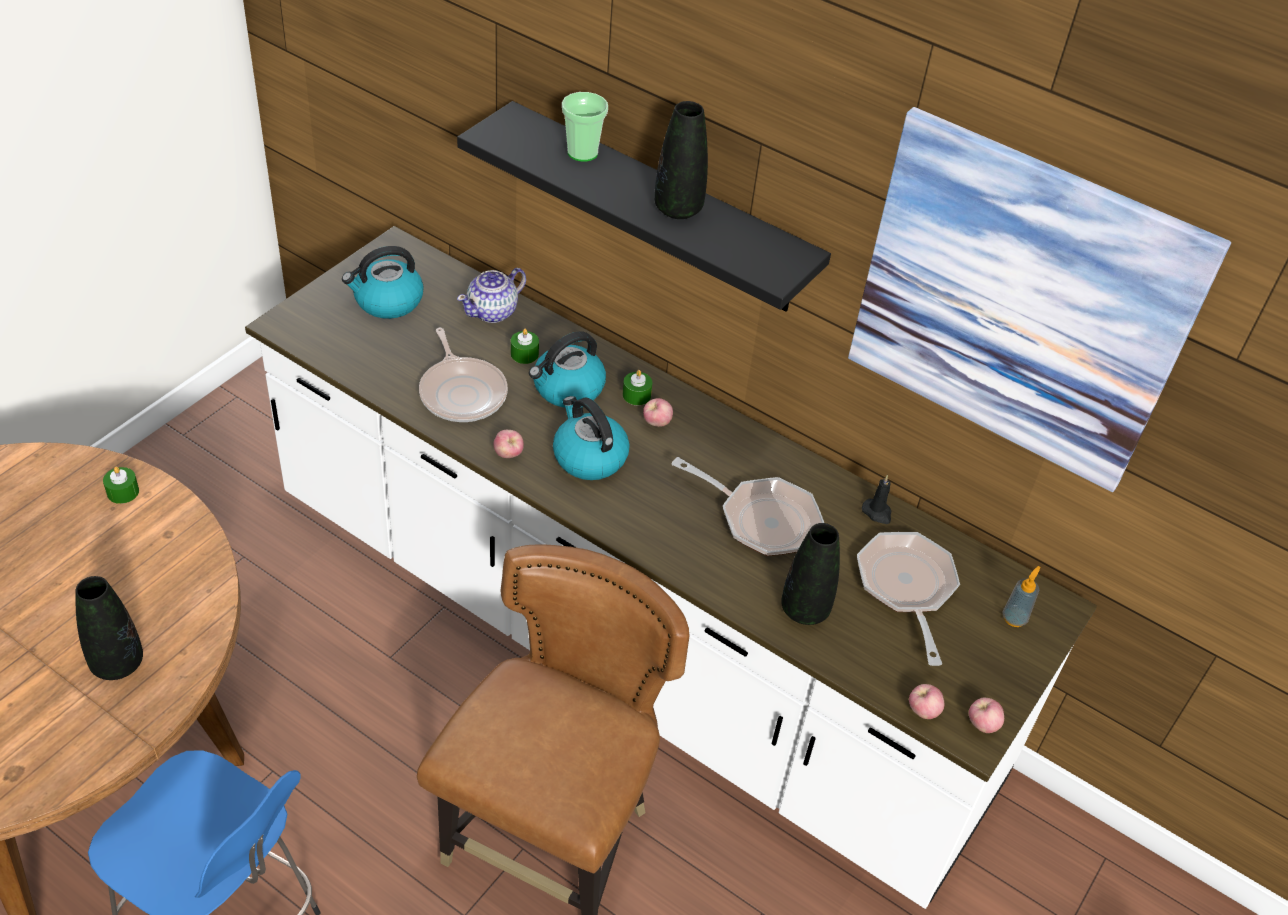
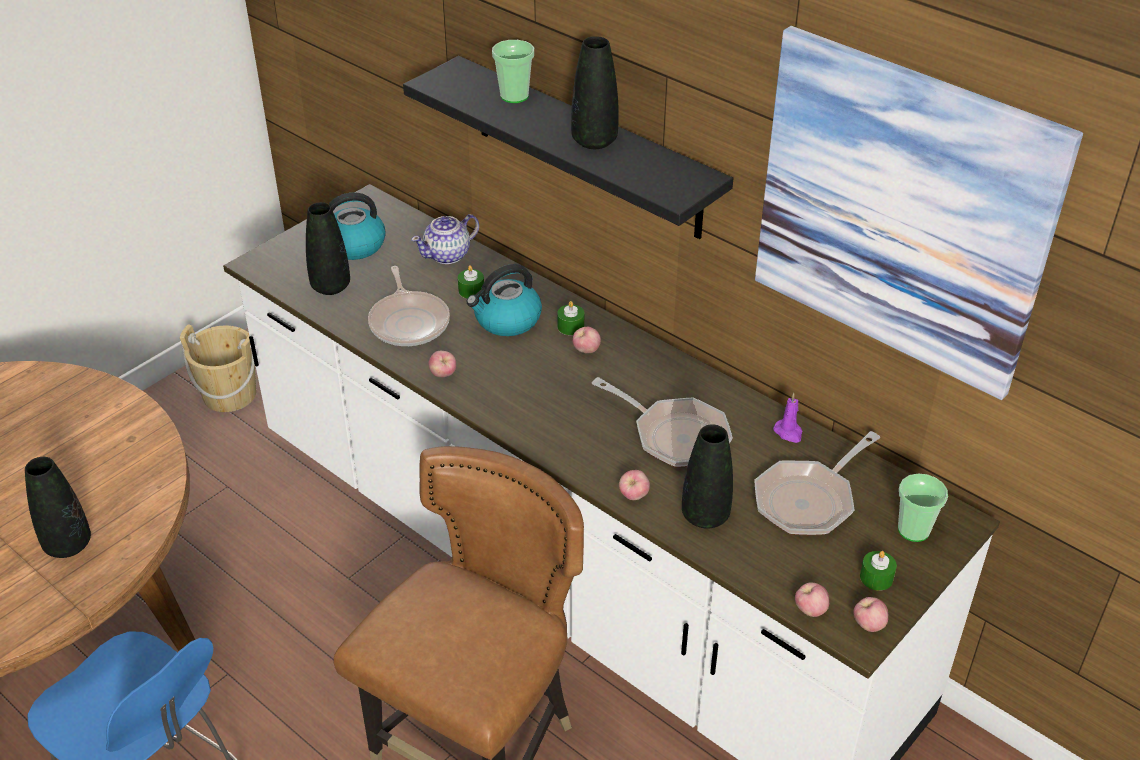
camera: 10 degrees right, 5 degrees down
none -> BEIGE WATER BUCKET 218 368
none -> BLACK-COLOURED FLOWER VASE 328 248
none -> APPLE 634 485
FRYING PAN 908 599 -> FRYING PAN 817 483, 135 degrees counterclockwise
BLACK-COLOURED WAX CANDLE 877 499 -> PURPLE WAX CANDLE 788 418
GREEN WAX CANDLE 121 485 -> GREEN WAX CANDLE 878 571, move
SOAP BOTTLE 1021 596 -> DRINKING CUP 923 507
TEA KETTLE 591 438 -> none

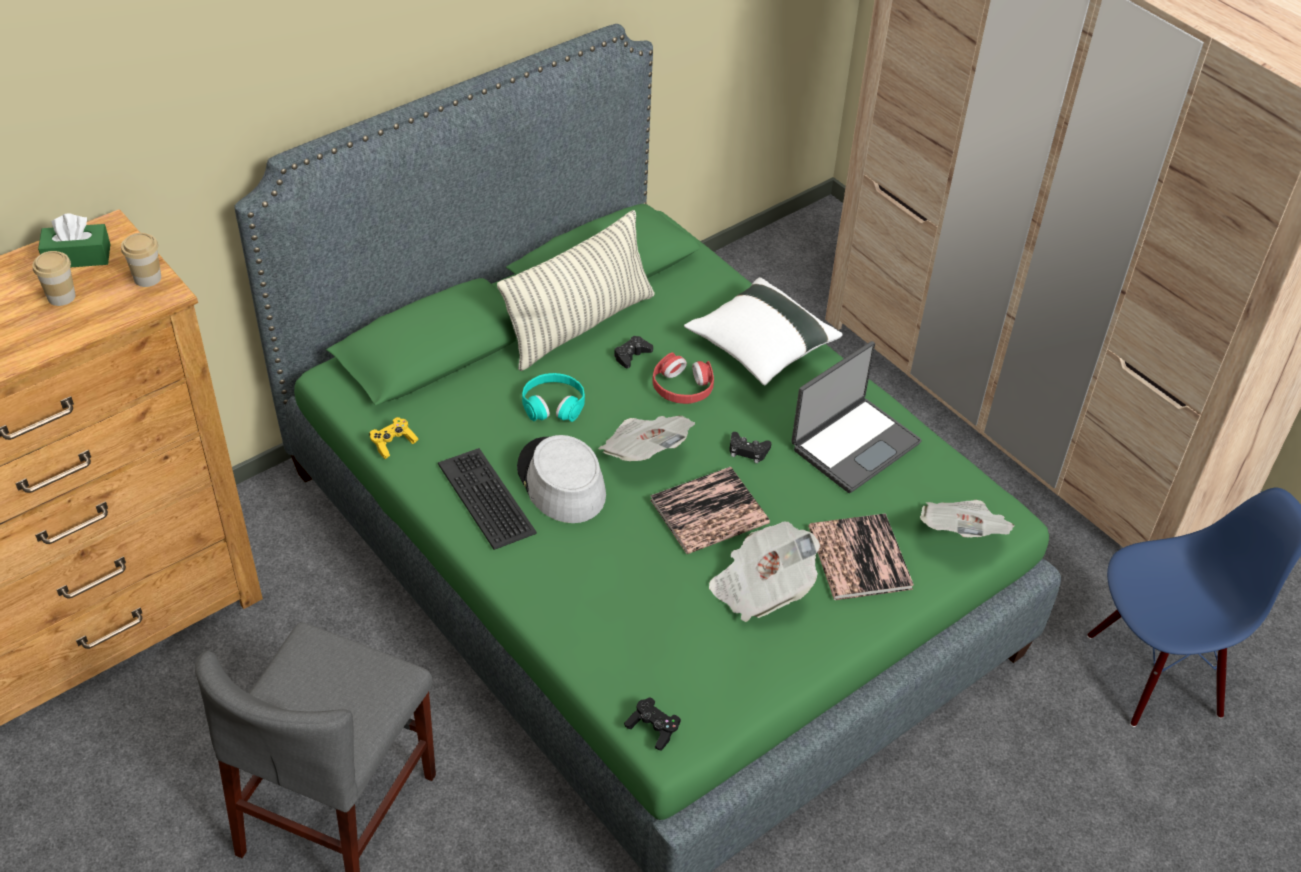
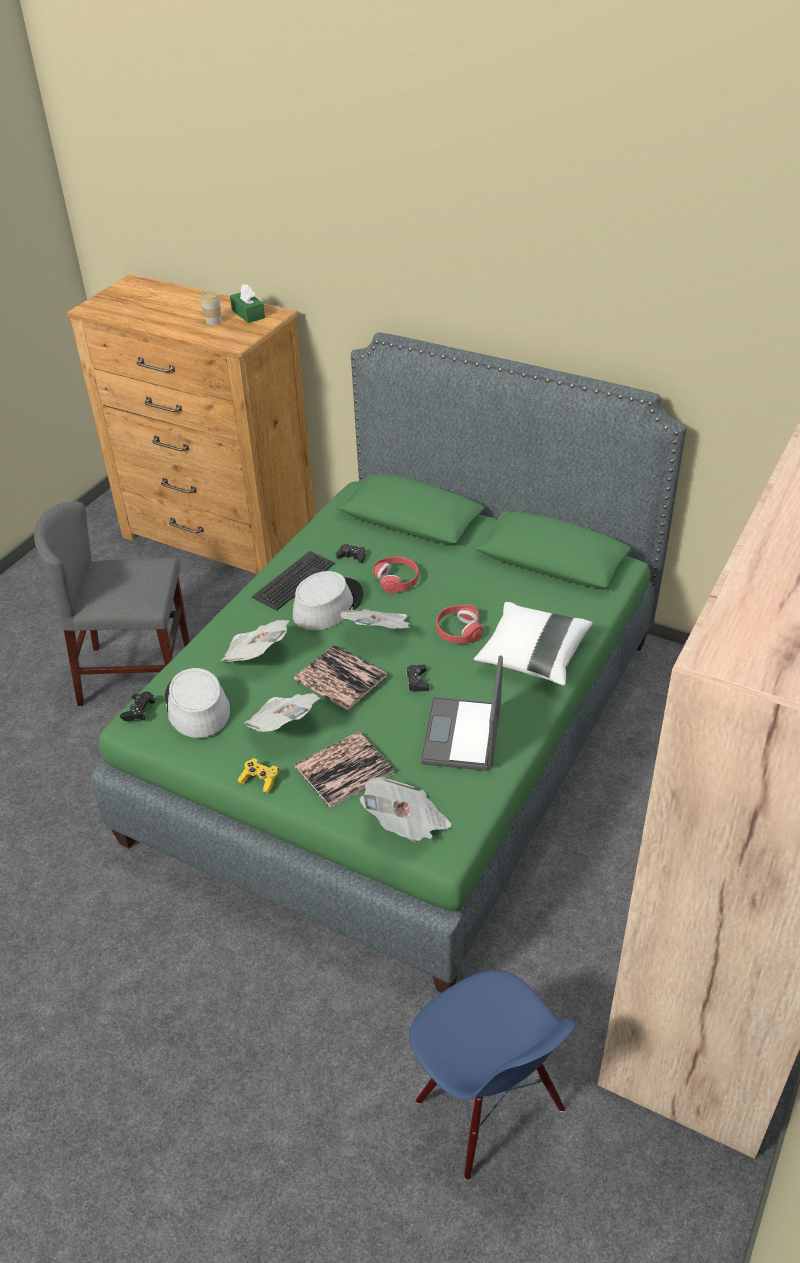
camera: 70 degrees right, 5 degrees down
none -> GRAY HAT 197 703
none -> NEWSPAPER 255 641
YELLOW GAME CONTROLLER 393 438 -> YELLOW GAME CONTROLLER 258 775, move
BLACK-COLOURED GAME CONTROLLER 633 352 -> BLACK-COLOURED GAME CONTROLLER 350 553, move
TURQUOISE HEADPHONES 553 397 -> RED HEADPHONES 396 575
PORTABLE COMPUTER 856 417 -> PORTABLE COMPUTER 461 713, 75 degrees clockwise
DRINKING CUP 141 260 -> none
PILLOW 576 290 -> none

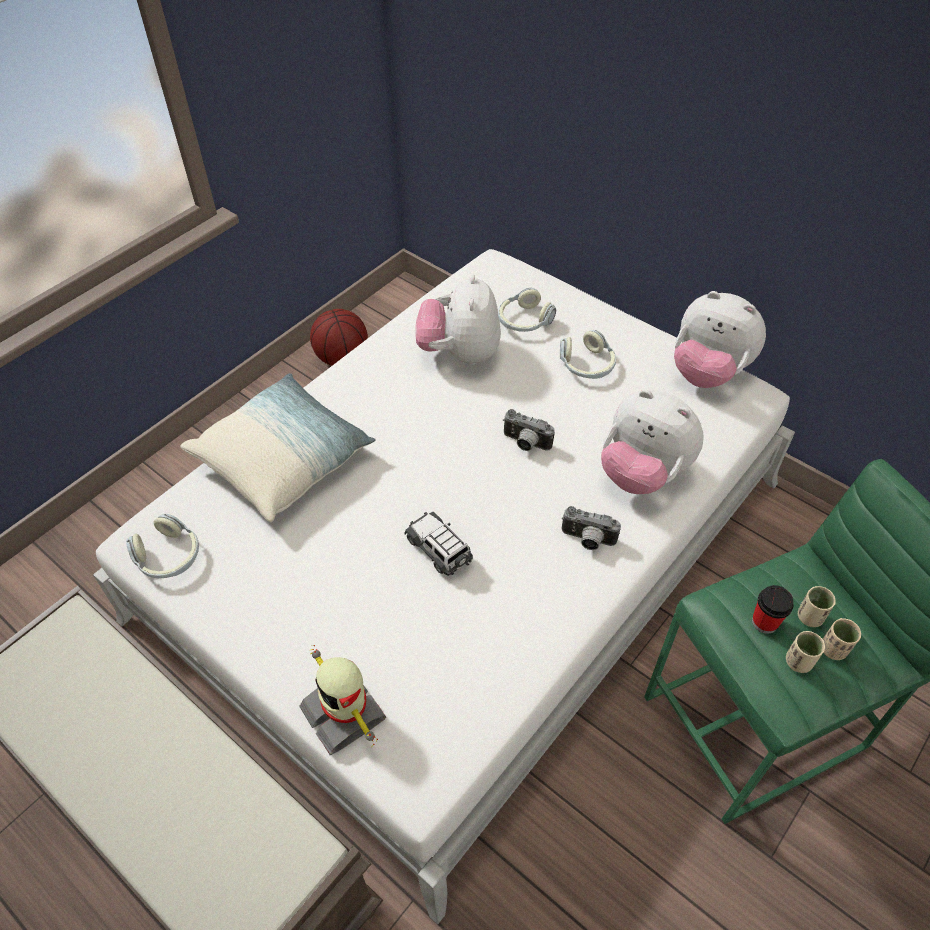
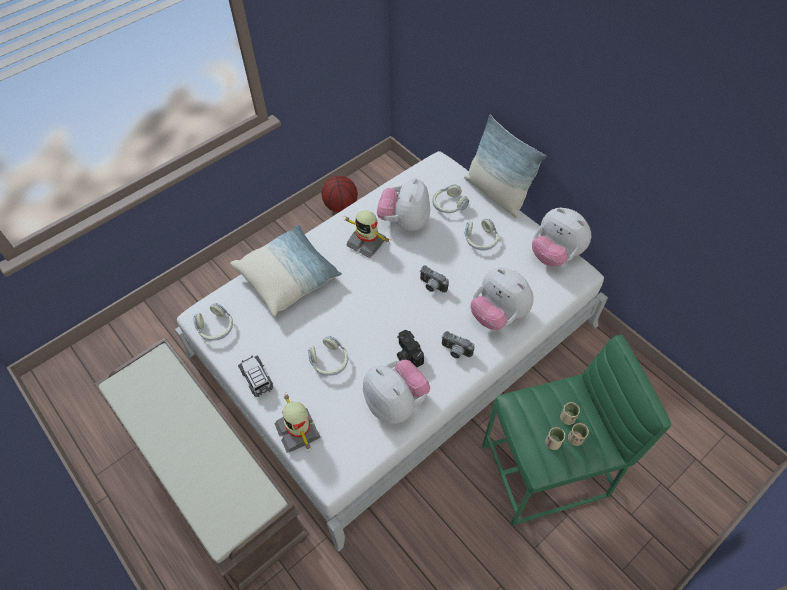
camera: 10 degrees right, 5 degrees up
MODEL CAR 438 544 -> MODEL CAR 255 376, move
none -> HEADPHONES 327 356
none -> ROBOT FIGURE 367 234
none -> PLUSH TOY 396 392
none -> PHOTO CAMERA 410 348
none -> PILLOW 505 166
DRINKING CUP 772 609 -> none

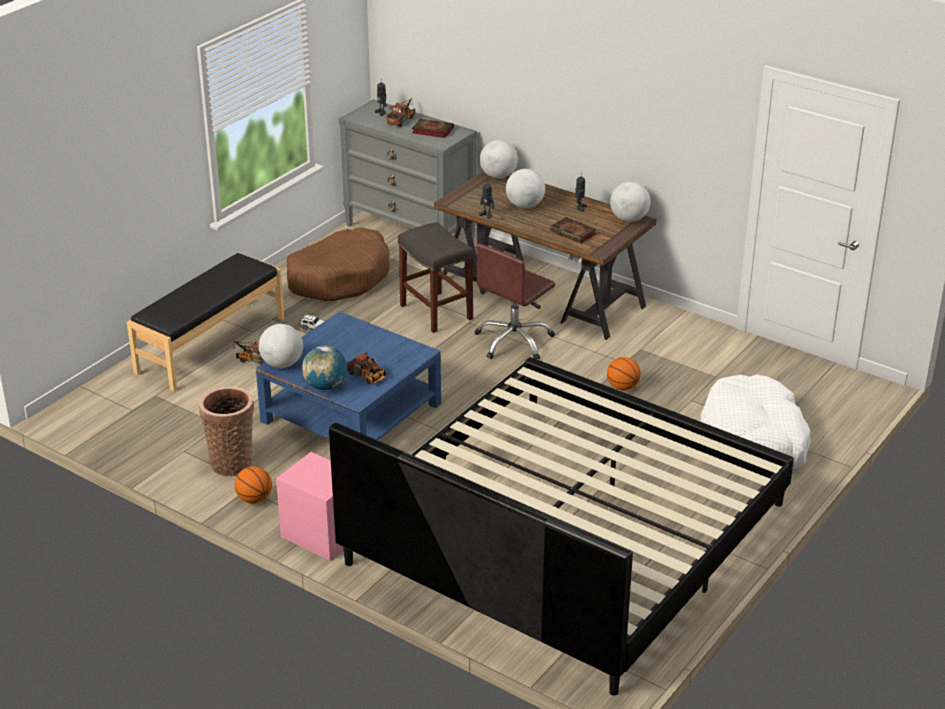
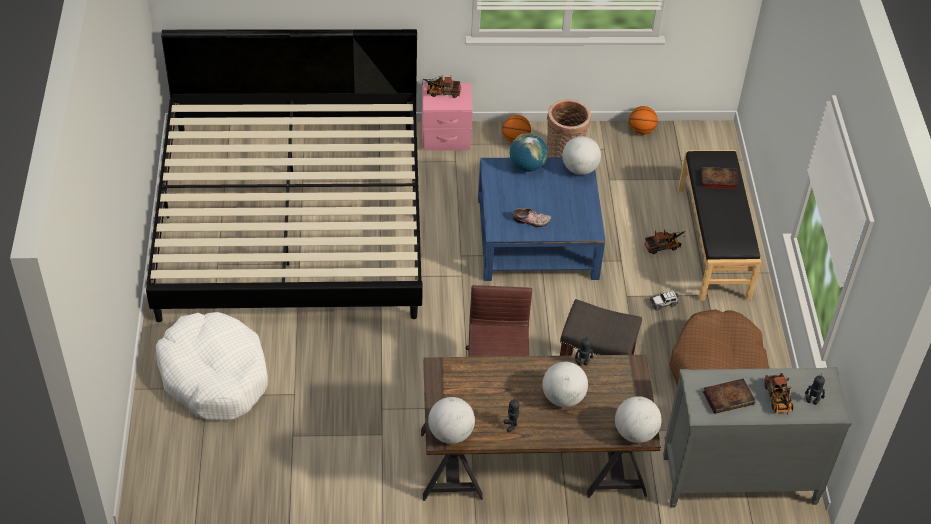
camera: 140 degrees right, 15 degrees up
TOY TRUCK 366 369 -> TOY TRUCK 441 87, move
none -> SHOE 532 217
BASKETBALL BALL 624 374 -> BASKETBALL BALL 643 120, move
BOUND BOOK 573 230 -> BOUND BOOK 719 178, move

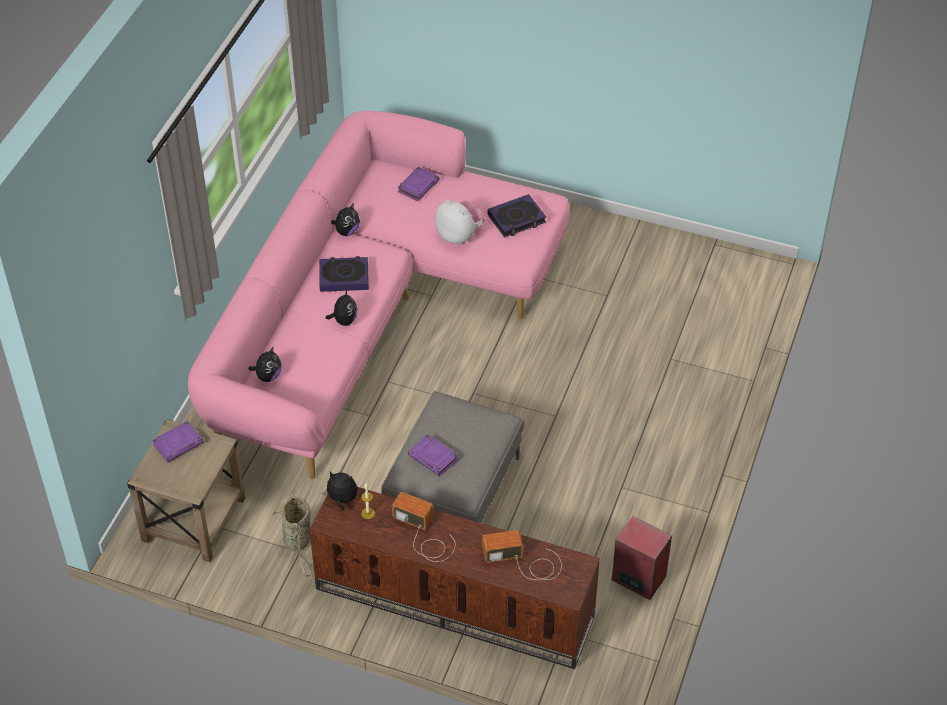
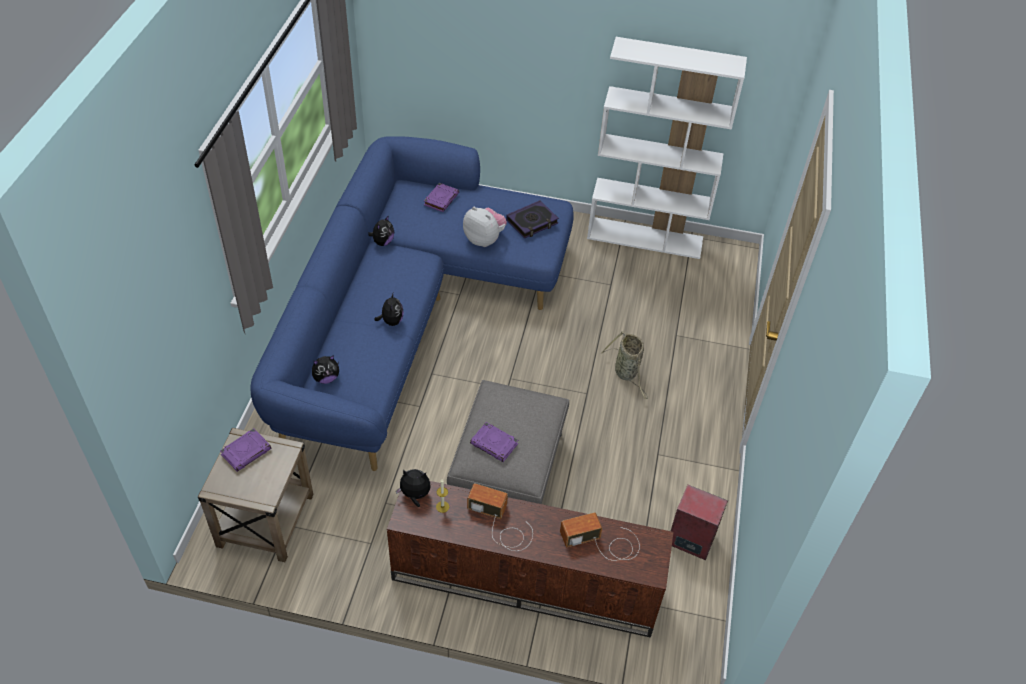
camera: 10 degrees left, 0 degrees up
PINK SETTEE 379 295 -> BLUISH SETTEE 412 303
PLUSH TOY 265 364 -> PLUSH TOY 325 369, 45 degrees clockwise
none -> WHITISH SHELVING UNIT 667 148
STORAGE BASKET 291 535 -> STORAGE BASKET 624 365, move
BOUND BOOK 344 274 -> none

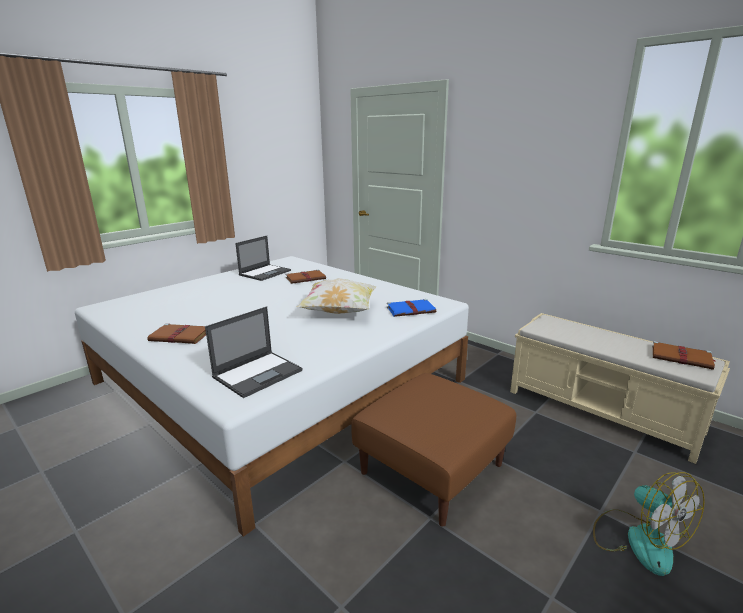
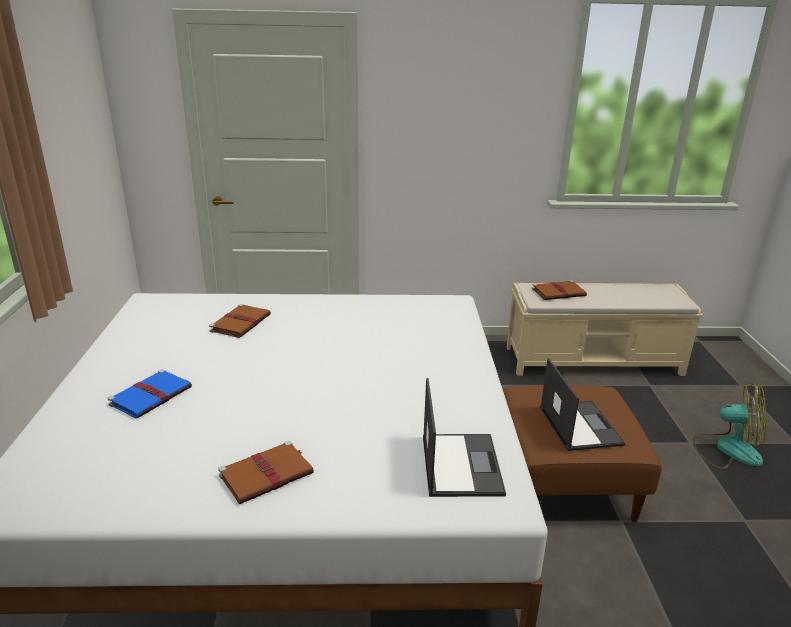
camera: 45 degrees left, 5 degrees up
BLUISH BOUND BOOK 411 308 -> BLUISH BOUND BOOK 149 394, move
BROWN-COLOURED BOUND BOOK 683 355 -> BROWN-COLOURED BOUND BOOK 559 290, move
PORTABLE COMPUTER 263 258 -> PORTABLE COMPUTER 583 404, move
PILLOW 337 296 -> none

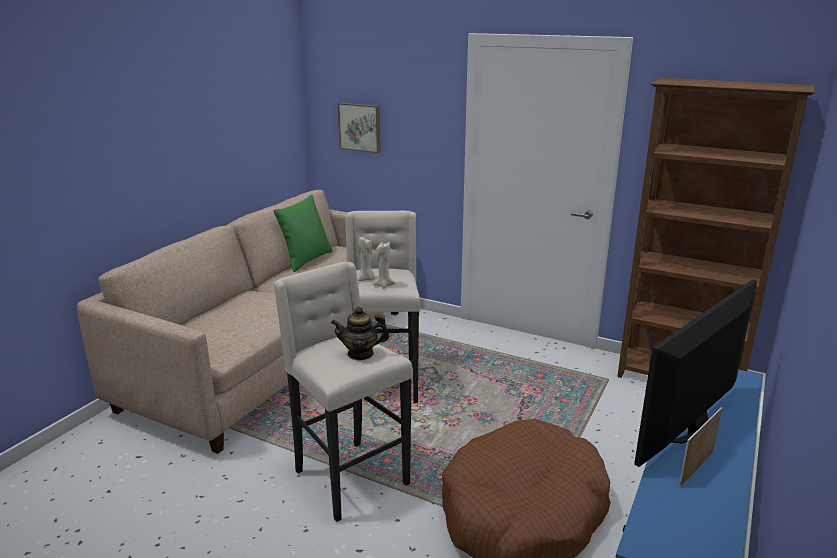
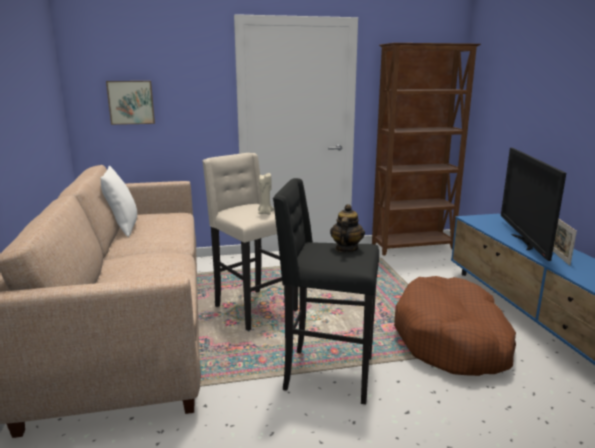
camera: 40 degrees left, 5 degrees down
GREEN PILLOW 303 233 -> WHITISH PILLOW 118 201
BEIGE STOOL 343 392 -> BLACK-COLOURED STOOL 326 291
TEAPOT 360 333 -> TEAPOT 347 228, 150 degrees clockwise
BEIGE WAX CANDLE 366 259 -> none

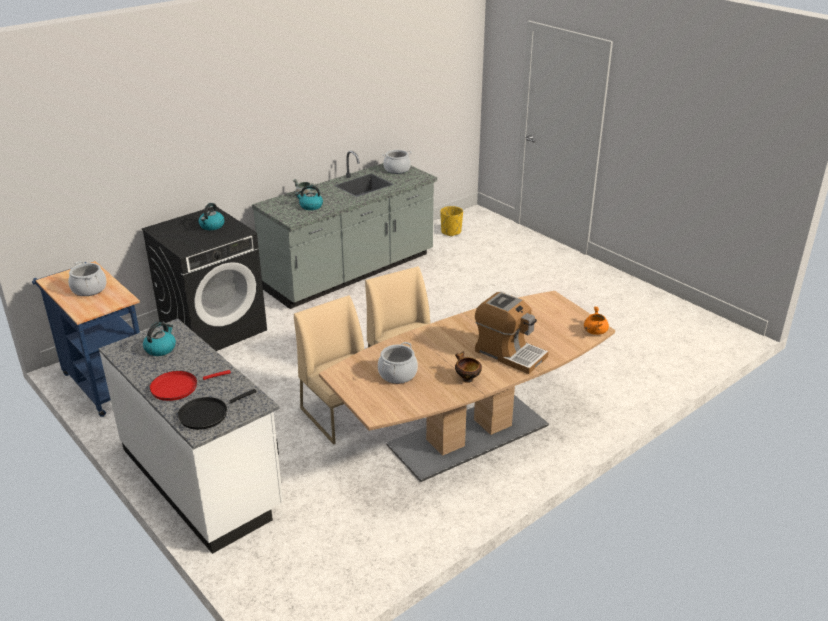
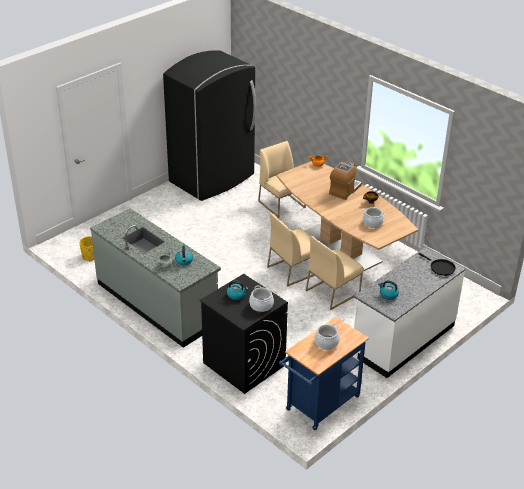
camera: 95 degrees left, 5 degrees up
none -> BLACK-COLOURED FRIDGE 209 125
SAUCEPOT 397 162 -> SAUCEPOT 261 298, move
none -> BEIGE CHAIR 282 179
RED FRYING PAN 190 385 -> none

